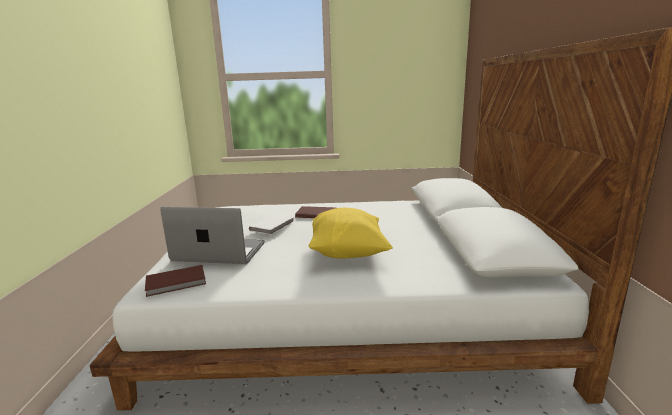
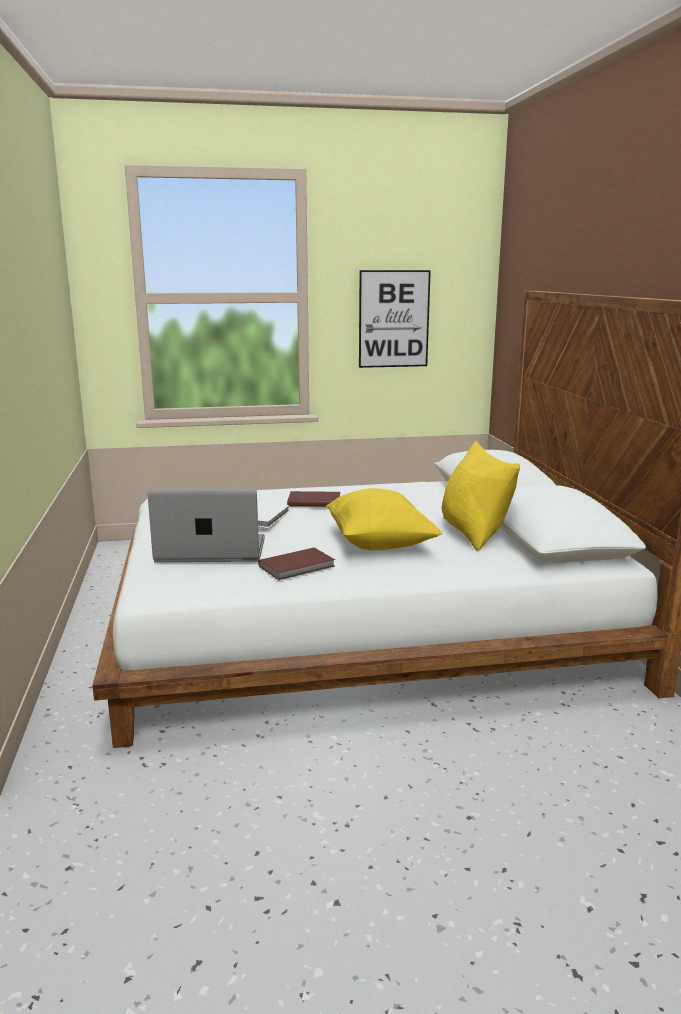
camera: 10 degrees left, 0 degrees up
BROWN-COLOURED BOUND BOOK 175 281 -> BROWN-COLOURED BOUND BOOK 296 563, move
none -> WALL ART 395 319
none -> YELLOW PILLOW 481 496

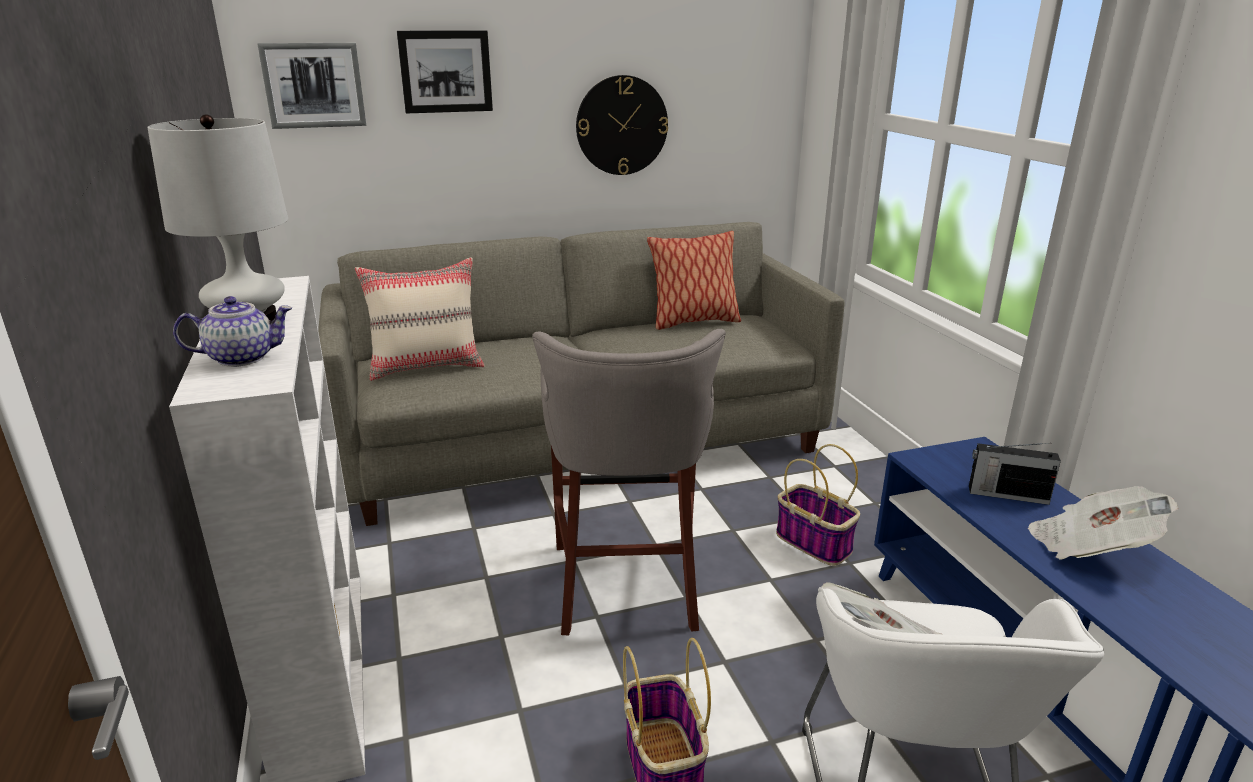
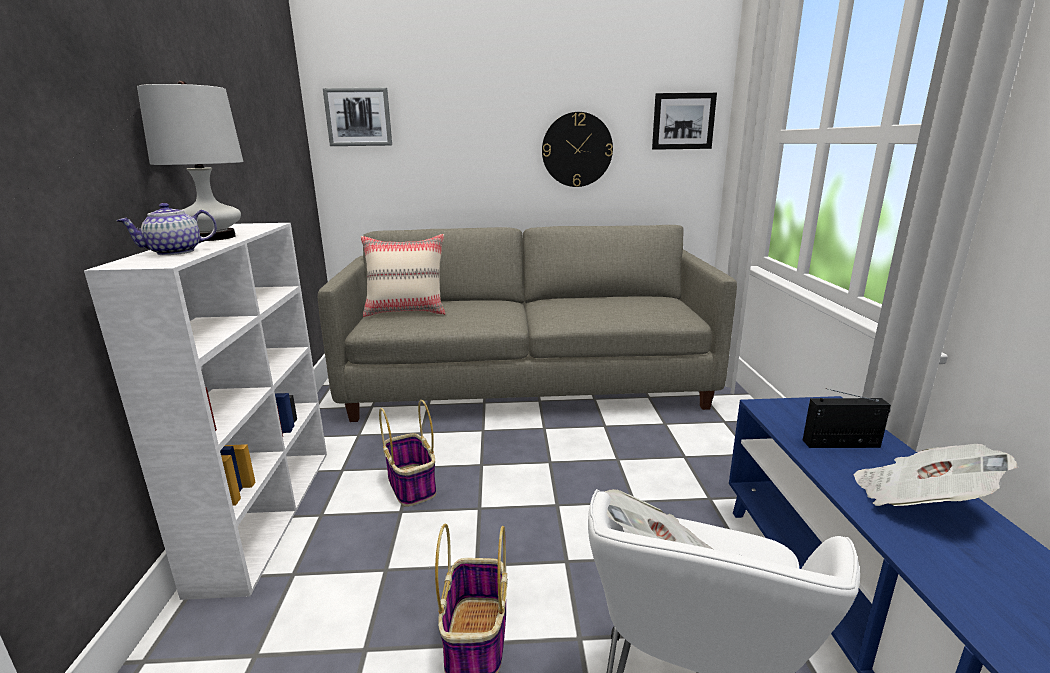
camera: 15 degrees right, 5 degrees down
TEAPOT 232 331 -> TEAPOT 166 229, 150 degrees clockwise
STORAGE BASKET 818 505 -> STORAGE BASKET 407 453, move
WALL ART 445 72 -> WALL ART 684 121, move
RADIO SET 1015 474 -> RADIO SET 847 418, 150 degrees clockwise
GRAY STOOL 629 482 -> none
PILLOW 694 280 -> none

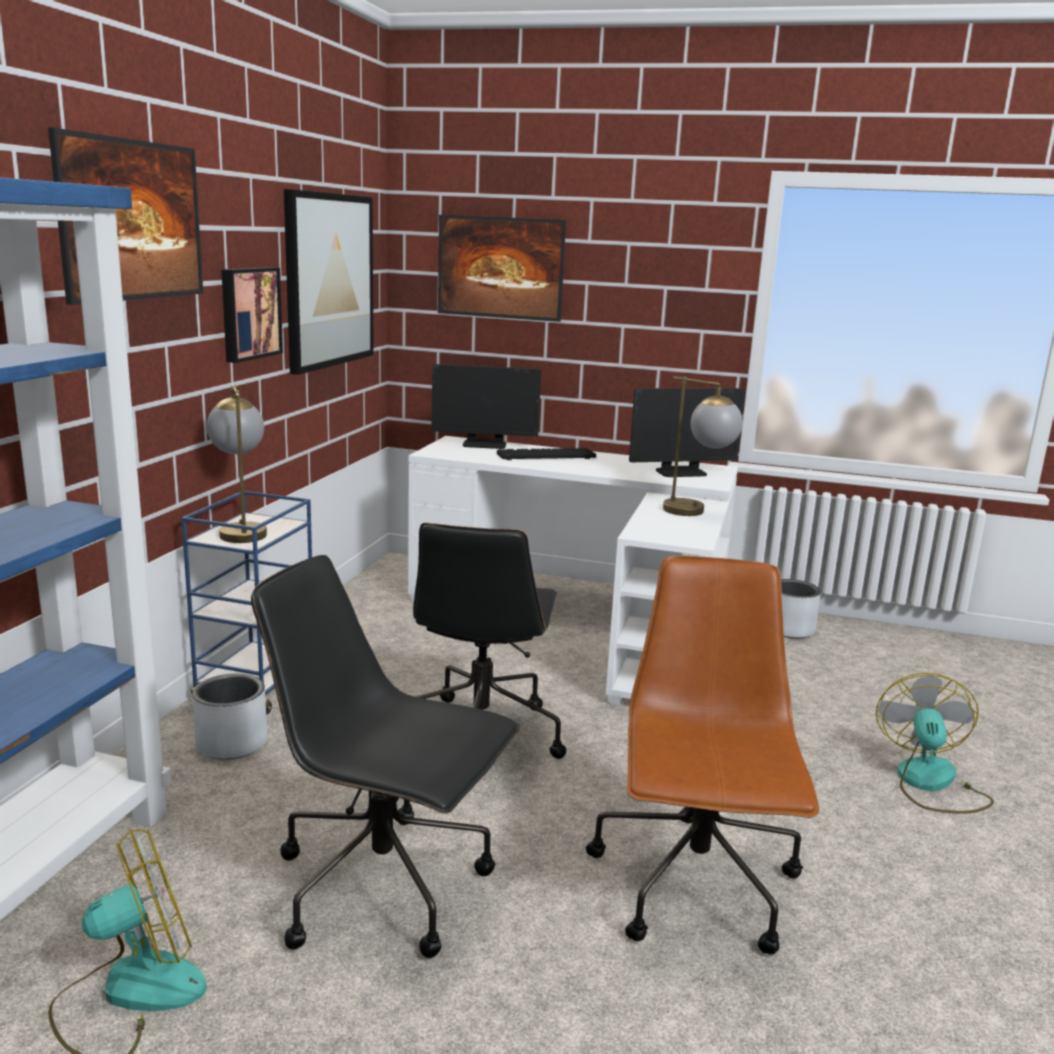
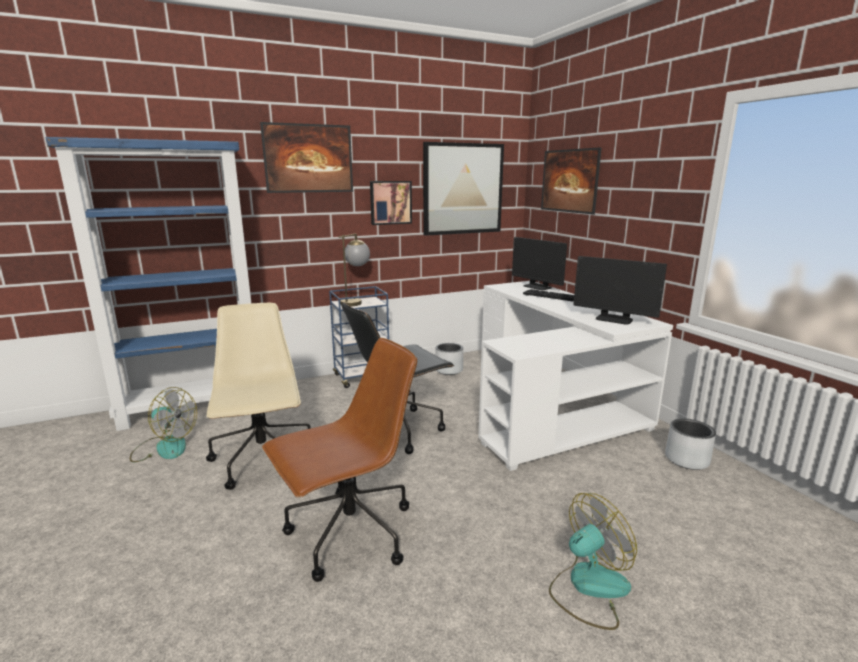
camera: 50 degrees right, 0 degrees up
BLACK-COLOURED DESK CHAIR 385 756 -> BEIGE DESK CHAIR 258 396
GRAY PLANTER 230 716 -> GRAY PLANTER 449 359, move
LAMP FOR A TABLE 703 446 -> none

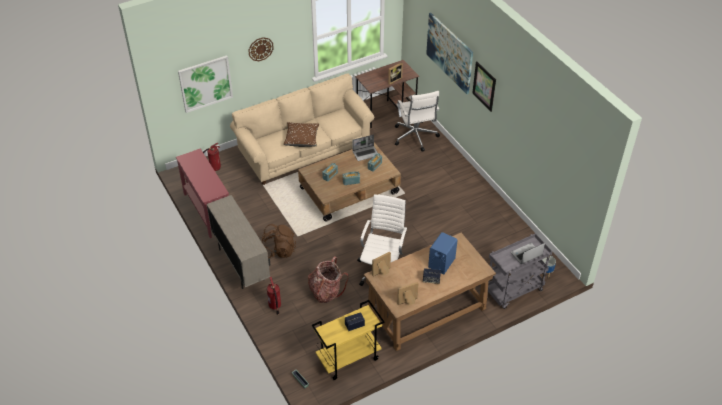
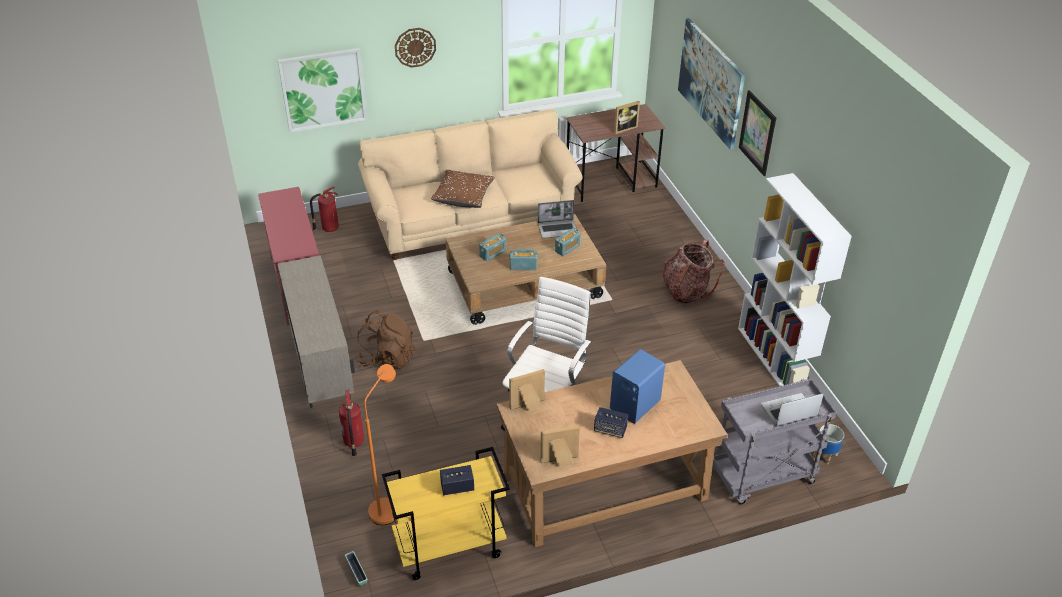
camera: 10 degrees right, 5 degrees down
none -> ORANGE STANDING LAMP 380 444
KNAPSACK 328 279 -> KNAPSACK 694 271, move
none -> WHITISH SHELVING UNIT 795 279
WHITISH DESK CHAIR 417 121 -> none

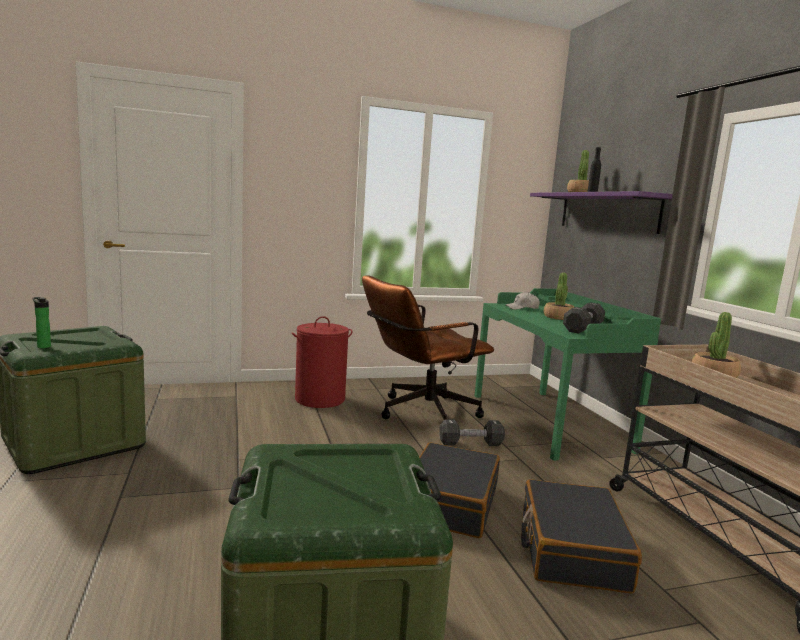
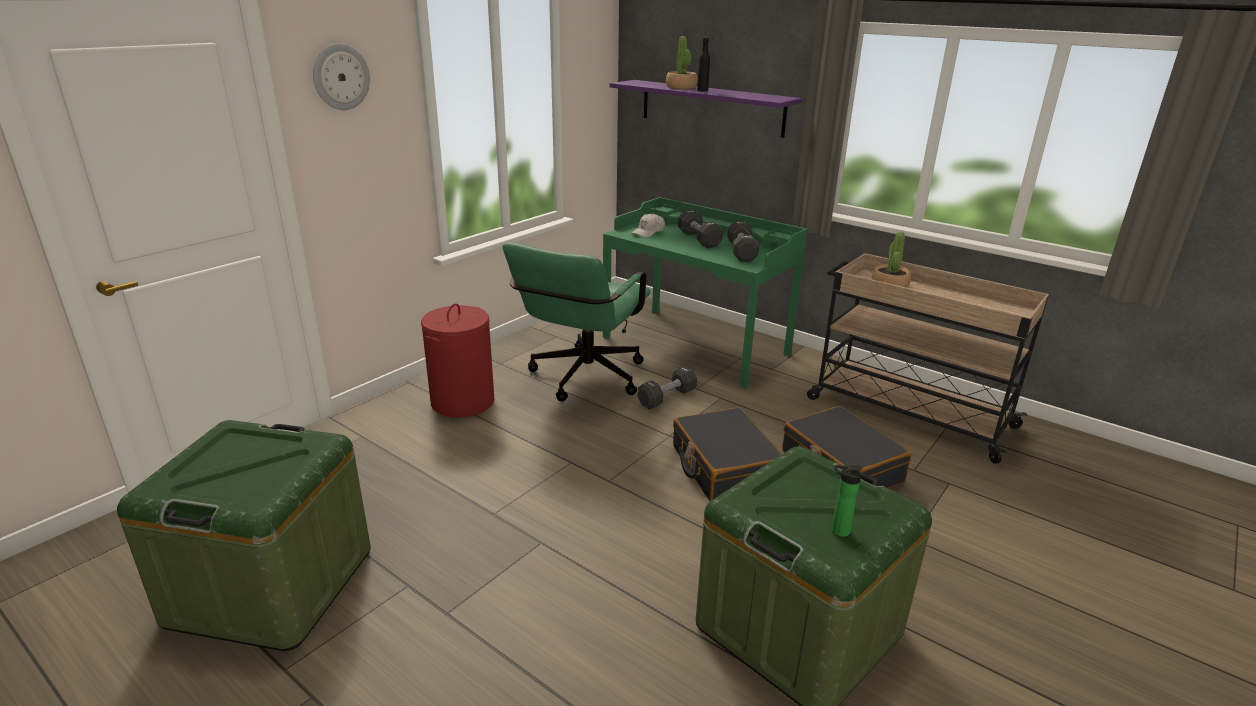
camera: 35 degrees left, 15 degrees up
none -> WALL CLOCK 341 76
BROWN-COLOURED DESK CHAIR 428 350 -> GREEN DESK CHAIR 577 322
POTTED PLANT 559 296 -> BLACK-COLOURED FREE WEIGHT 700 229
BEVERAGE BOTTLE 41 322 -> BEVERAGE BOTTLE 847 501, move

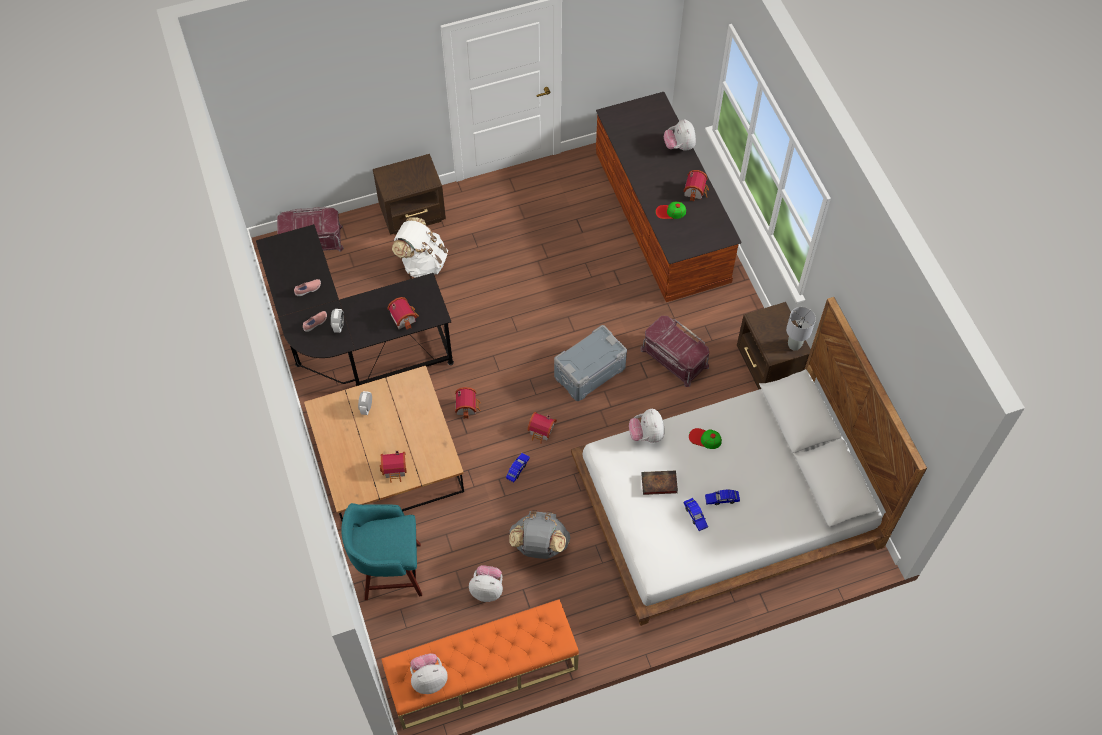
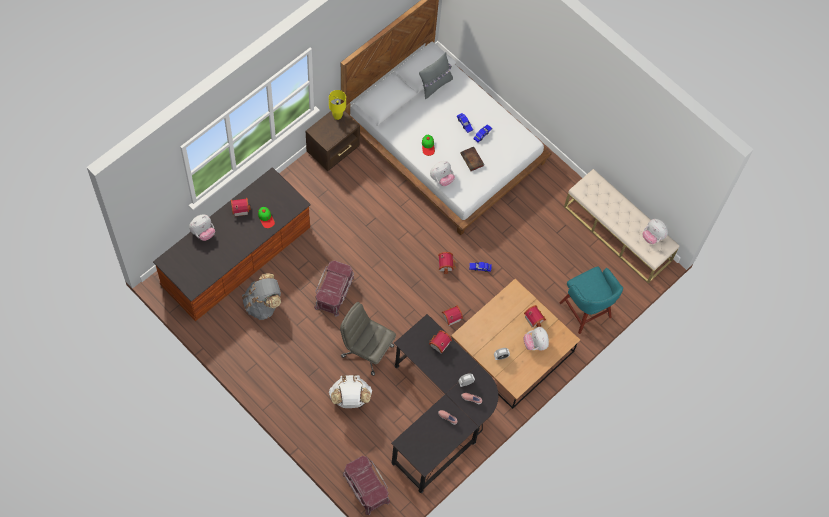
camera: 120 degrees left, 5 degrees up
GRAY KNAPSACK 539 534 -> GRAY KNAPSACK 261 296, move
RED STORAGE BOX 674 351 -> RED STORAGE BOX 334 288, move
GRAY LAMP FOR A TABLE 801 329 -> YELLOW LAMP FOR A TABLE 337 105
none -> GRAY DESK CHAIR 368 339
none -> GRAY PILLOW 436 75
PLUSH TOY 486 583 -> PLUSH TOY 536 339, move
ORANGE BENCH 480 664 -> BEIGE BENCH 622 226
BROWN-COLOURED BEDSIDE TABLE 409 194 -> none
GRAY STORAGE BOX 590 363 -> none

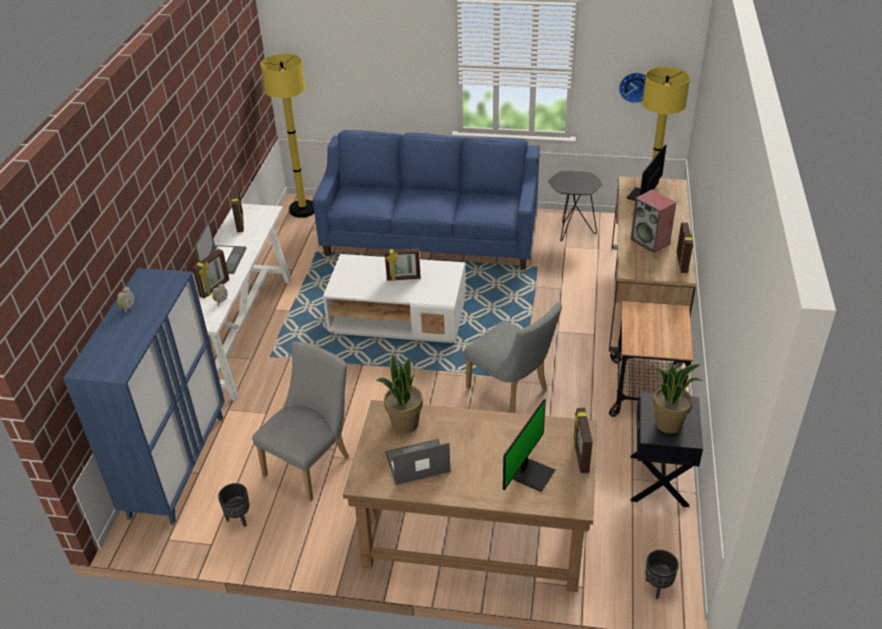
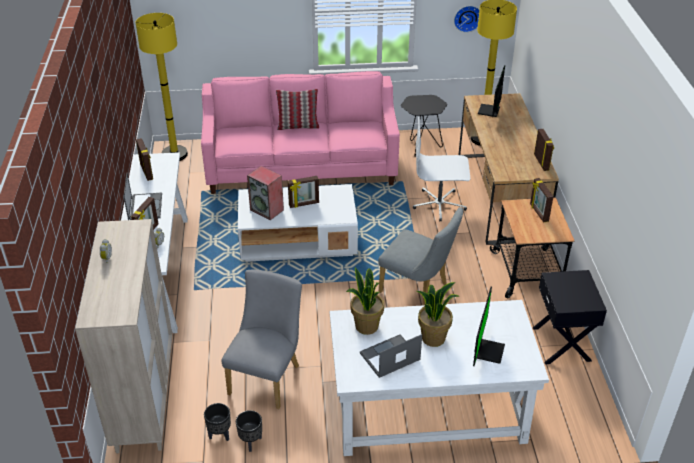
camera: 15 degrees left, 0 degrees up
BLUISH STORAGE CABINET 144 396 -> BEIGE STORAGE CABINET 123 336
BLUISH SETTEE 426 200 -> PINK SETTEE 300 132
BLACK-COLOURED PLANTER 662 574 -> BLACK-COLOURED PLANTER 249 431, move
SPEAKER 653 221 -> SPEAKER 265 193, move
none -> PILLOW 297 109
BROWN-COLOURED DESK TABLE 470 496 -> WHITISH DESK TABLE 439 378
none -> WHITISH DESK CHAIR 441 169
POTTED PLANT 678 399 -> POTTED PLANT 438 314, move
PHOTO FRAME 583 440 -> PHOTO FRAME 542 200, move

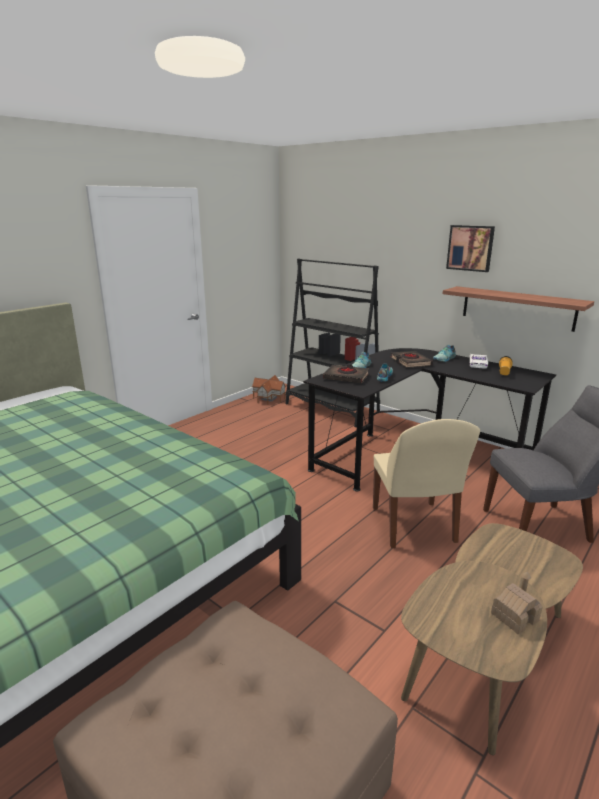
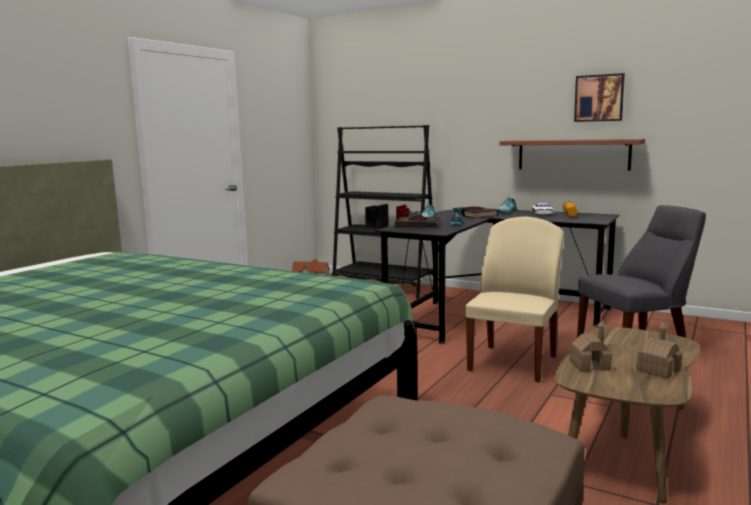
camera: 10 degrees left, 10 degrees down
BEIGE CHAIR 426 483 -> BEIGE CHAIR 514 299, 135 degrees counterclockwise
none -> MINIATURE HOUSE 590 346
WALL ART 470 248 -> WALL ART 599 97, move

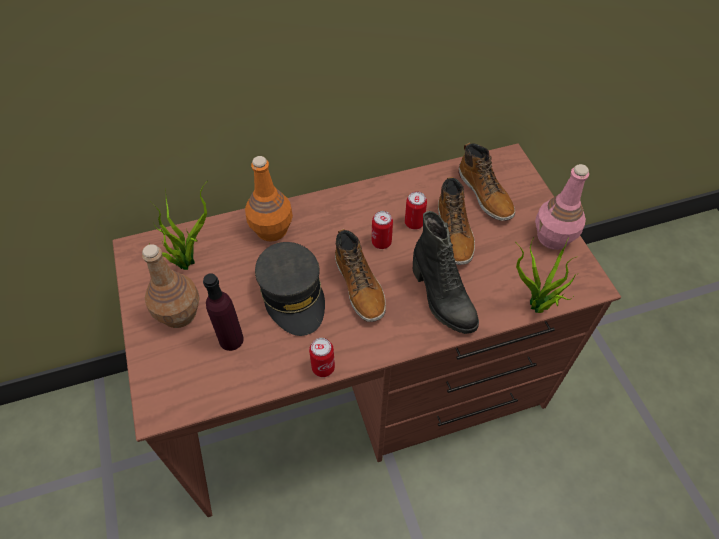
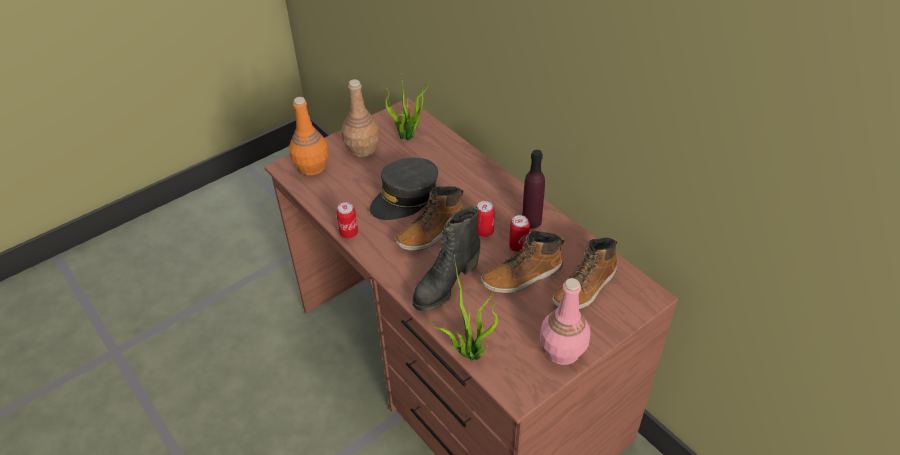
camera: 70 degrees right, 10 degrees down
ORANGE BEVERAGE BOTTLE 269 199 -> ORANGE BEVERAGE BOTTLE 309 136, move
PURPLE BEVERAGE BOTTLE 223 312 -> PURPLE BEVERAGE BOTTLE 533 189, move

